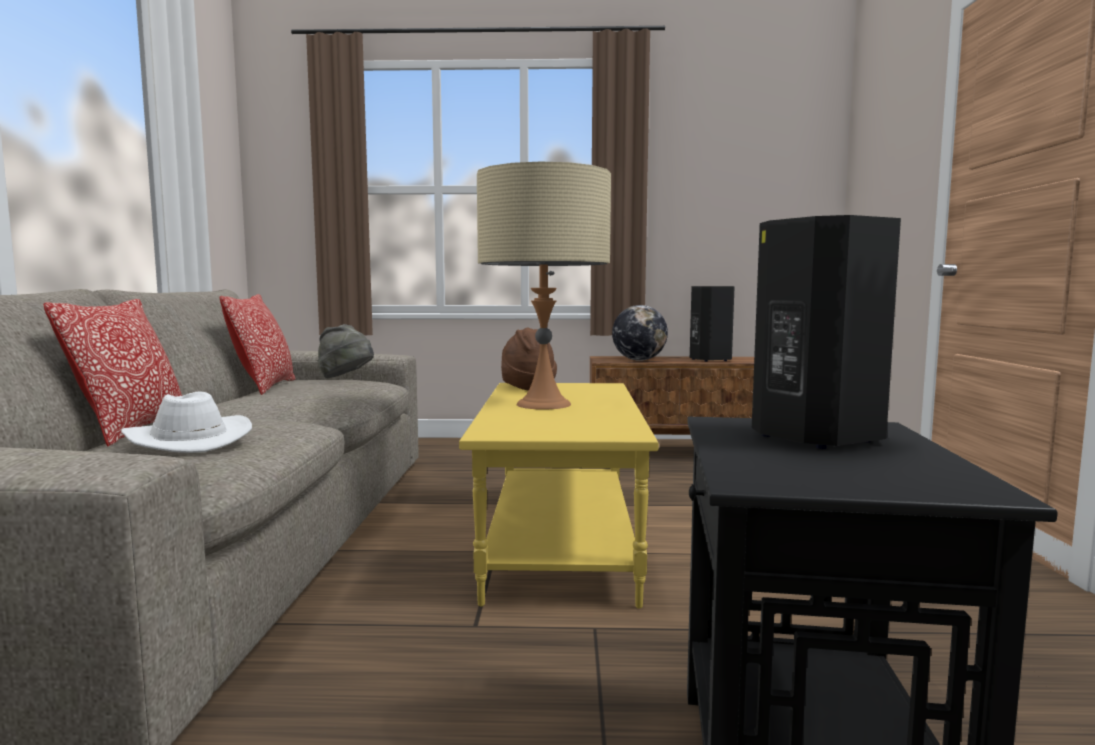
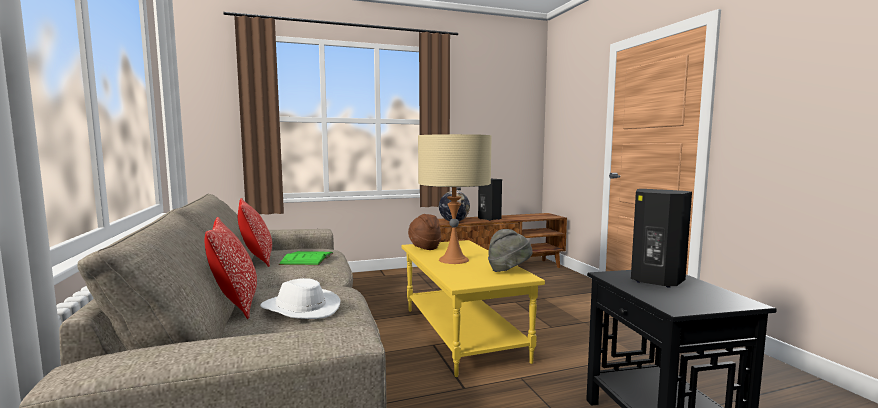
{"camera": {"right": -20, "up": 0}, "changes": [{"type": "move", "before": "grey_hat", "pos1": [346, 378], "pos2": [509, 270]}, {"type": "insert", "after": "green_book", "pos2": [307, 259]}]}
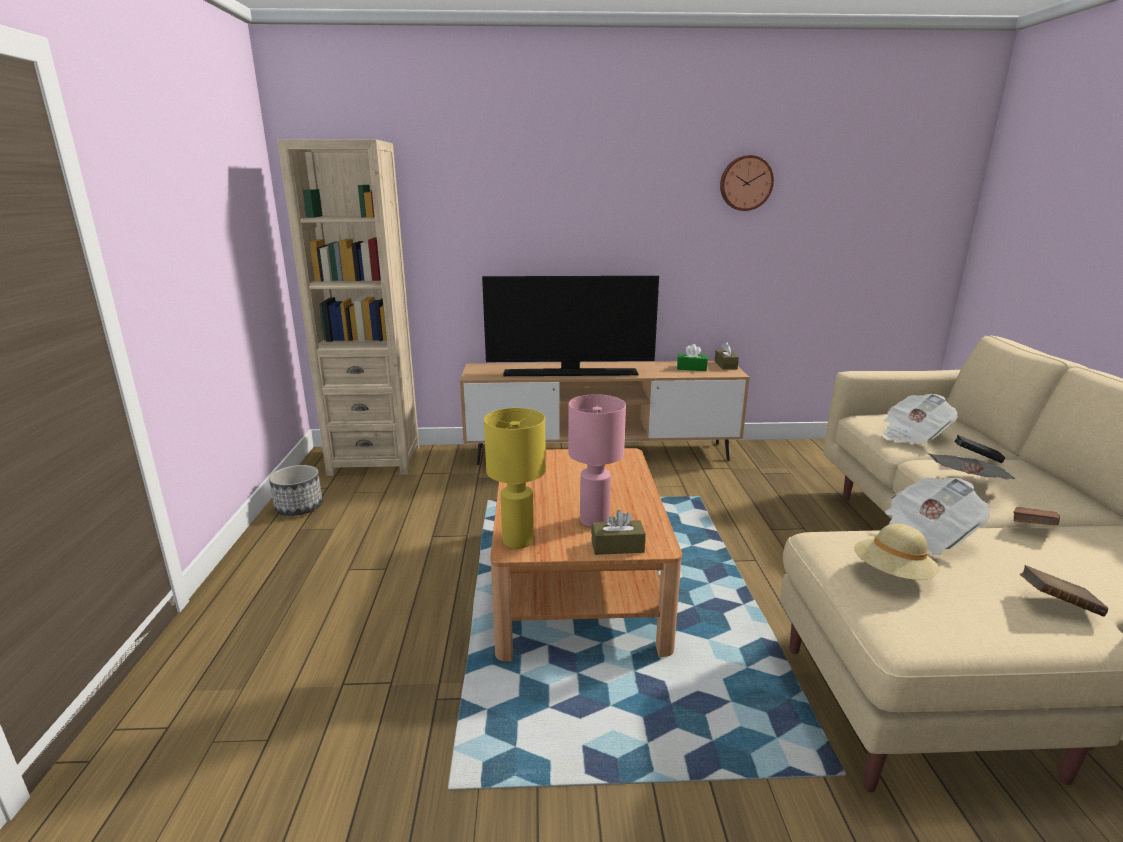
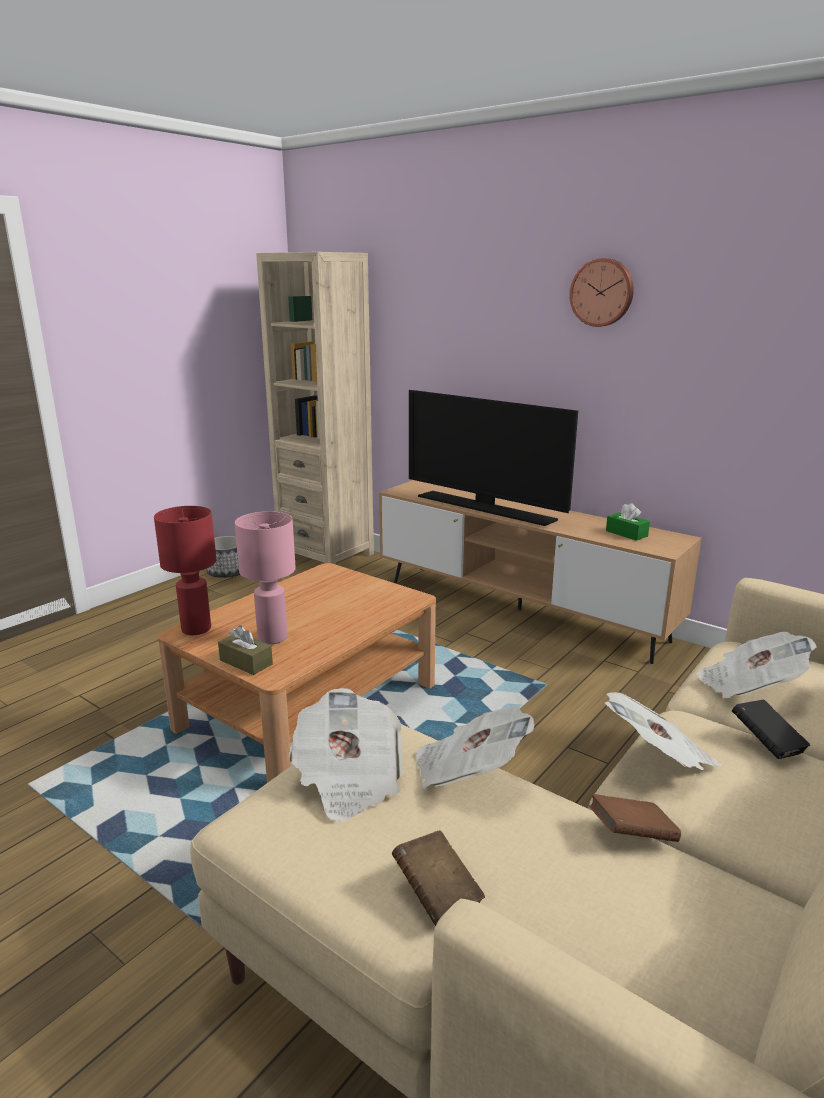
{"camera": {"right": 40, "up": 0}, "changes": [{"type": "move", "before": "clock_on_the_wall", "pos1": [745, 183], "pos2": [602, 292]}, {"type": "delete", "before": "brownish_tissue_holder", "pos1": [725, 365]}, {"type": "recolor", "before": "yellowish_tabletop_lamp", "after": "red_tabletop_lamp", "pos1": [518, 541], "pos2": [195, 629]}, {"type": "replace", "before": "beige-coloured_hat", "after": "newspaper", "pos1": [892, 575], "pos2": [348, 779]}]}
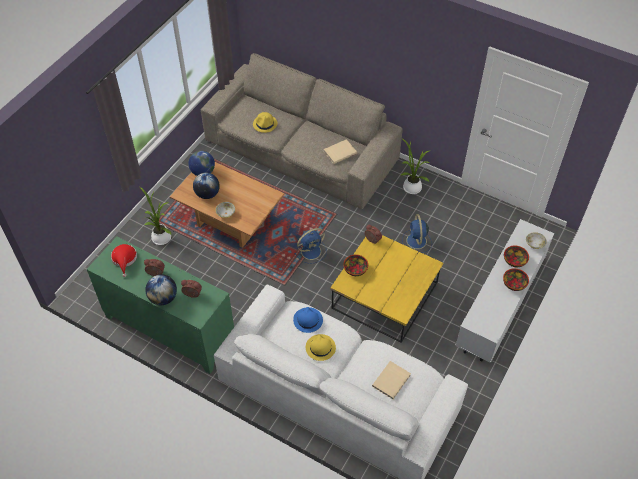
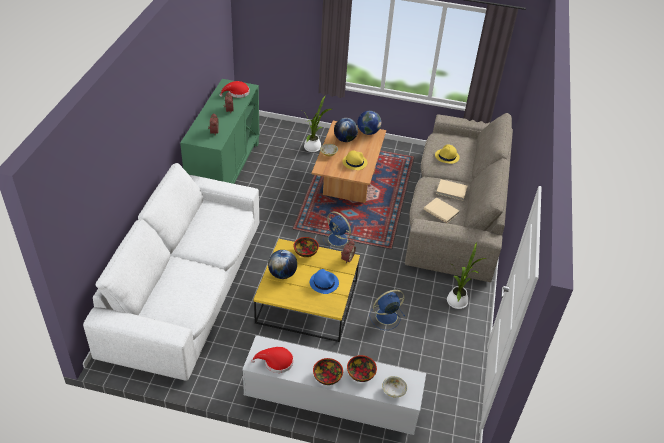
{"camera": {"right": 70, "up": -10}, "changes": [{"type": "move", "before": "world_globe", "pos1": [163, 298], "pos2": [282, 274]}, {"type": "move", "before": "blue_hat", "pos1": [307, 320], "pos2": [324, 282]}, {"type": "move", "before": "yellowish_hat", "pos1": [320, 348], "pos2": [354, 162]}, {"type": "move", "before": "beige-coloured_book", "pos1": [392, 381], "pos2": [451, 191]}, {"type": "insert", "after": "red_hat", "pos2": [276, 362]}]}
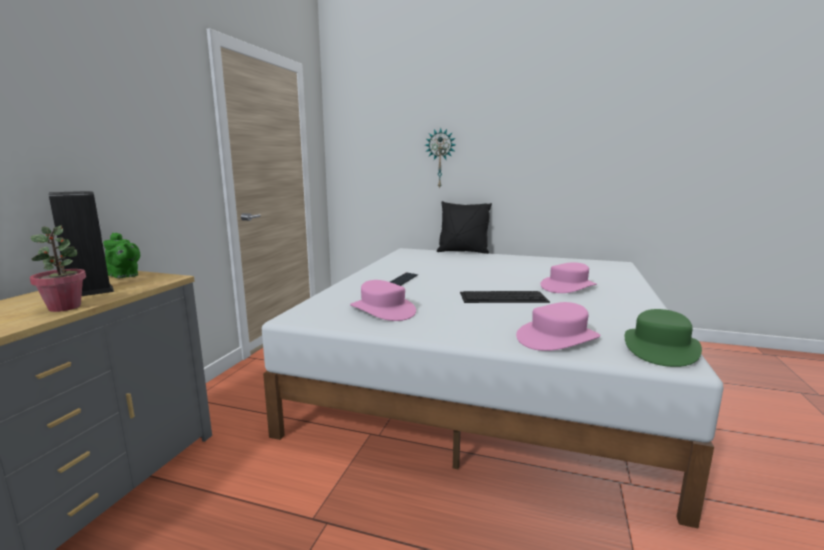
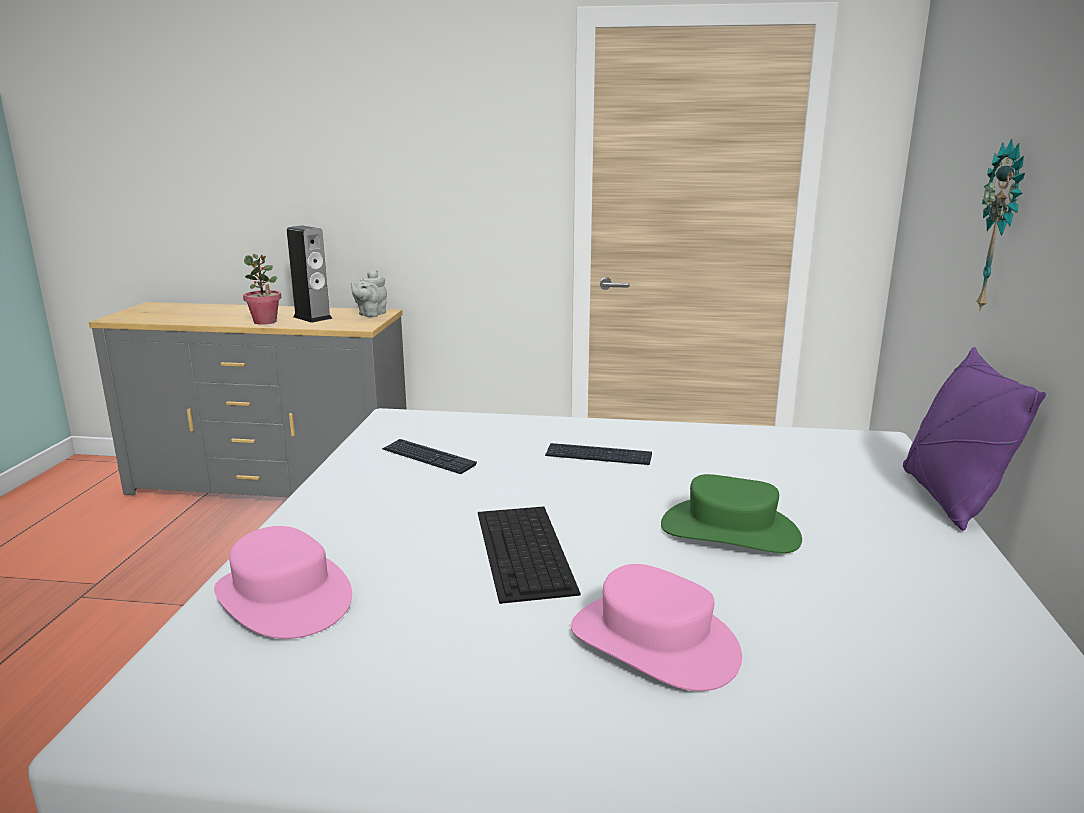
{"camera": {"right": 80, "up": 5}, "changes": [{"type": "recolor", "before": "black-coloured_pillow", "after": "purple-coloured_pillow", "pos1": [463, 252], "pos2": [949, 499]}, {"type": "recolor", "before": "green_tea_pot", "after": "grey_tea_pot", "pos1": [124, 276], "pos2": [371, 314]}, {"type": "replace", "before": "pink-coloured_hat", "after": "PC_keyboard", "pos1": [383, 310], "pos2": [428, 458]}, {"type": "move", "before": "green_hat", "pos1": [660, 348], "pos2": [730, 531]}]}
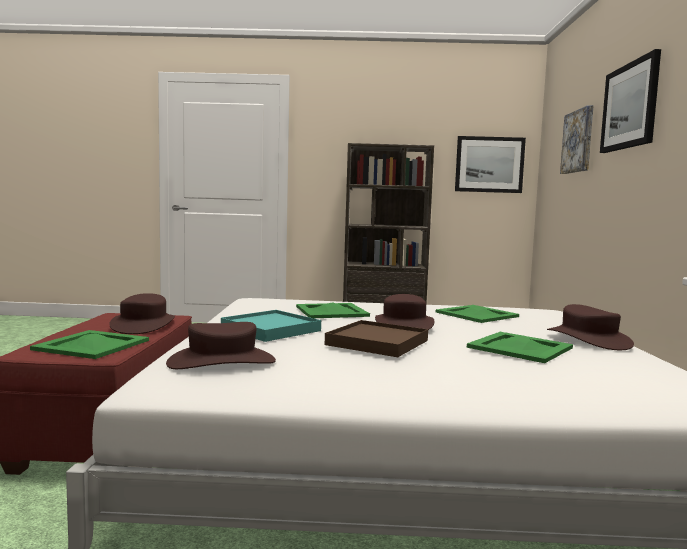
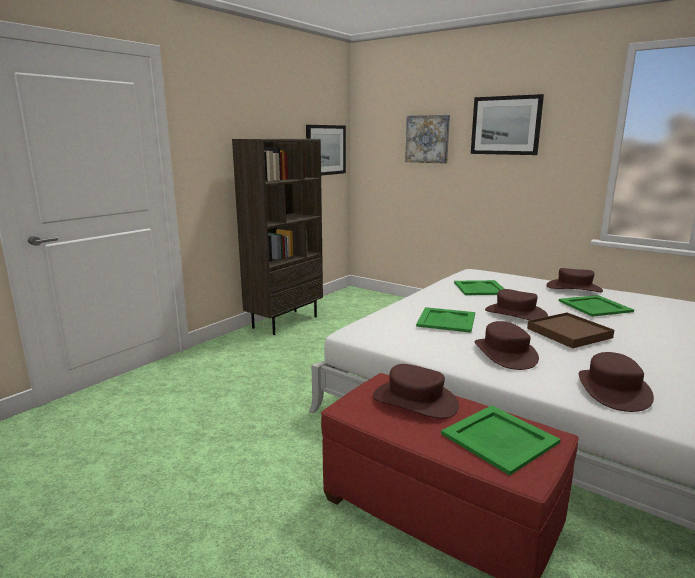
{"camera": {"right": -55, "up": 10}, "changes": [{"type": "replace", "before": "blue-green_serving_tray", "after": "brownish_hat", "pos1": [270, 330], "pos2": [505, 353]}]}
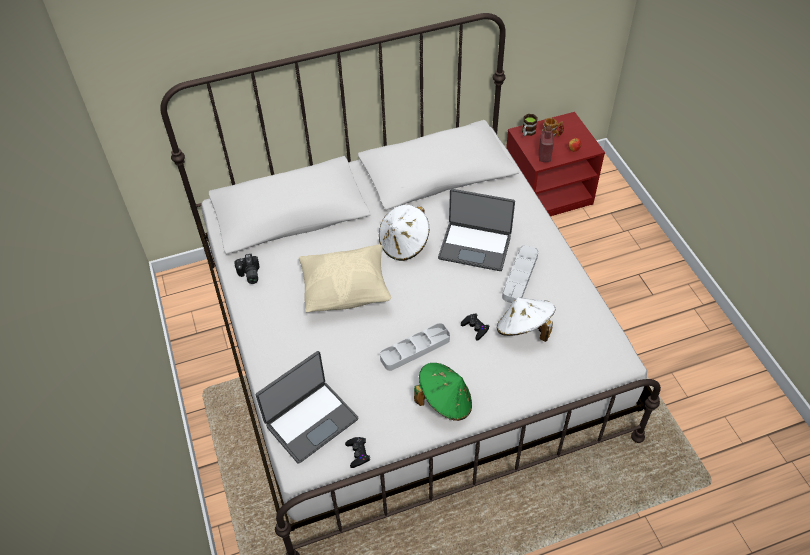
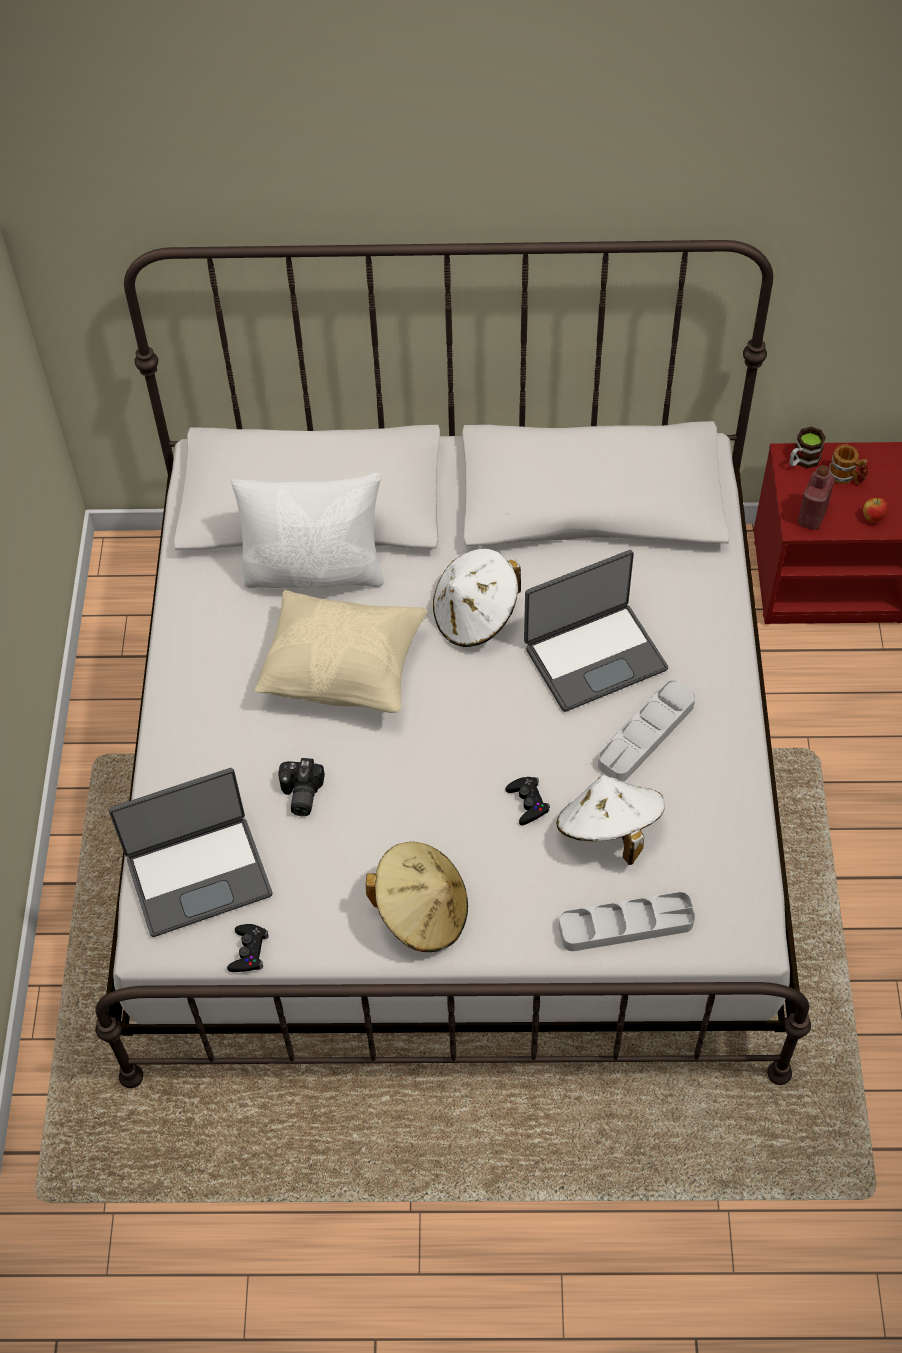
{"camera": {"right": 20, "up": 5}, "changes": [{"type": "rotate", "before": "notebook_computer", "pos1": [475, 246], "pos2": [594, 656], "turn": -60}, {"type": "move", "before": "photo_camera", "pos1": [249, 275], "pos2": [299, 795]}, {"type": "move", "before": "grey_serving_tray", "pos1": [415, 349], "pos2": [626, 925]}, {"type": "recolor", "before": "green_hat", "after": "beige-coloured_hat", "pos1": [444, 401], "pos2": [422, 911]}, {"type": "insert", "after": "white_pillow", "pos2": [315, 570]}]}
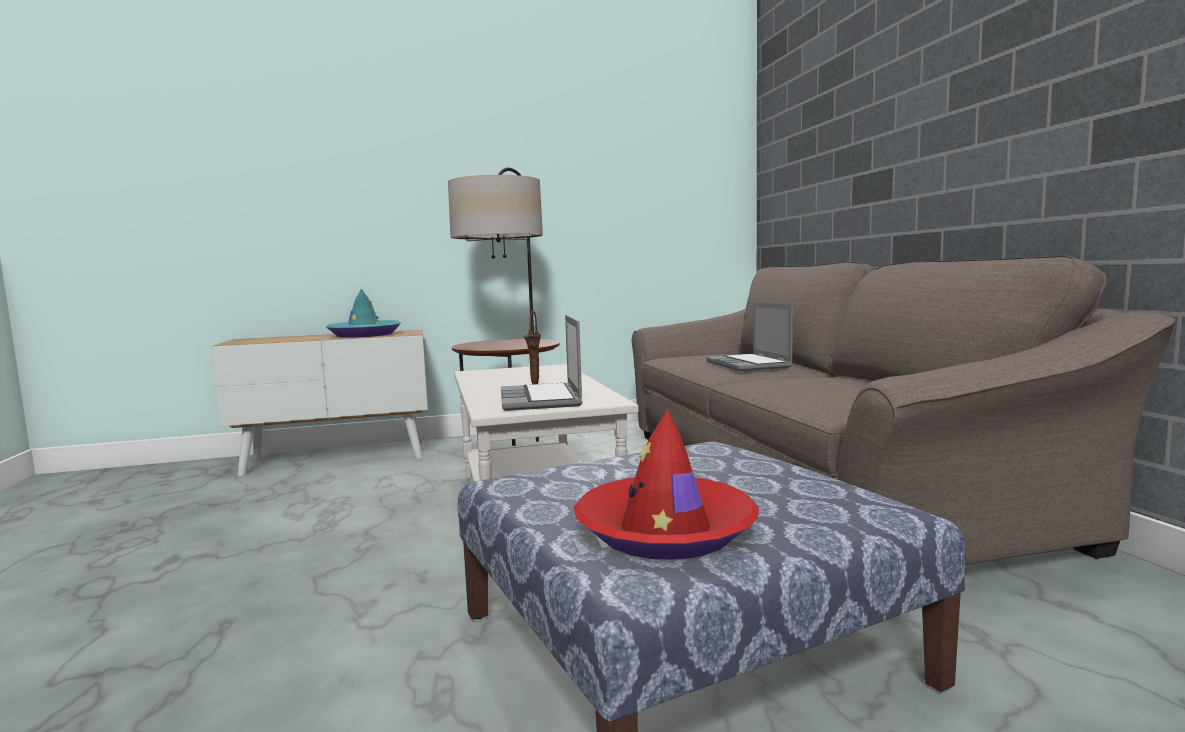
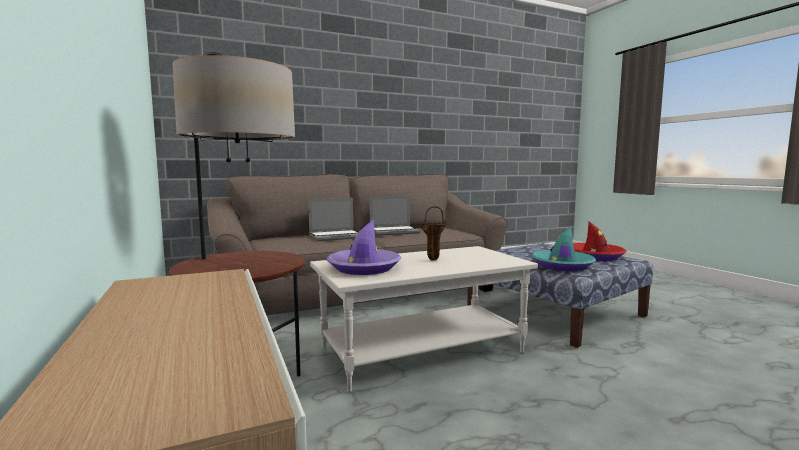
{"camera": {"right": -100, "up": 0}, "changes": [{"type": "move", "before": "blue-green_hat", "pos1": [364, 335], "pos2": [562, 265]}, {"type": "move", "before": "notebook_computer", "pos1": [541, 399], "pos2": [395, 232]}, {"type": "insert", "after": "purple-coloured_hat", "pos2": [364, 268]}]}
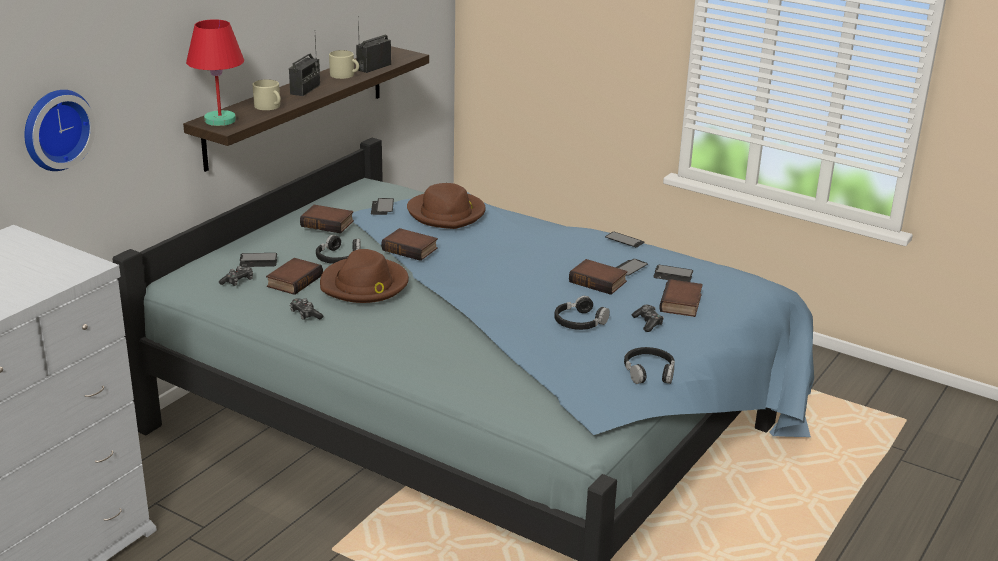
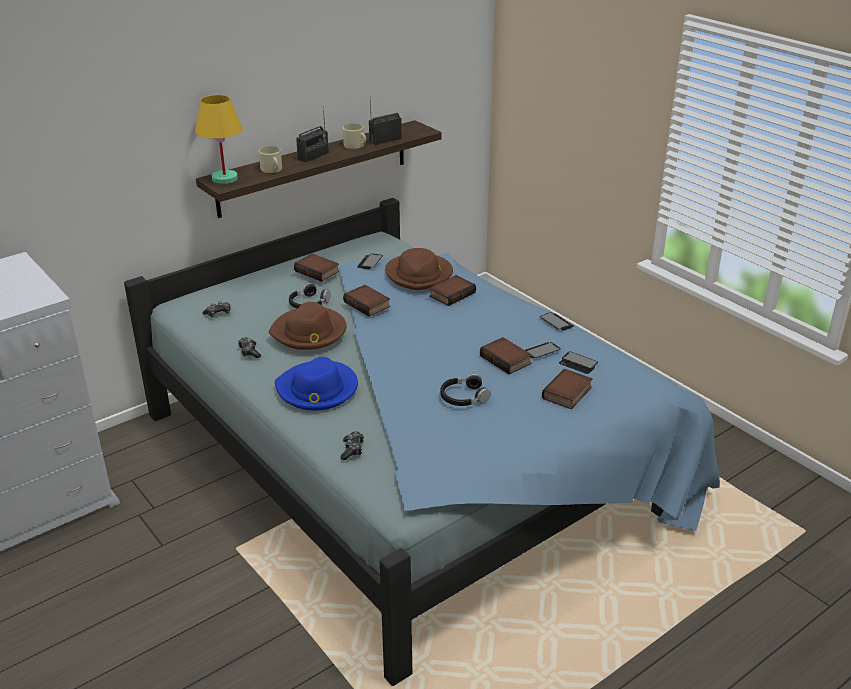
{"camera": {"right": 20, "up": 5}, "changes": [{"type": "recolor", "before": "red_tabletop_lamp", "after": "yellowish_tabletop_lamp", "pos1": [219, 120], "pos2": [224, 178]}, {"type": "delete", "before": "clock_on_the_wall", "pos1": [54, 128]}, {"type": "delete", "before": "telephone", "pos1": [258, 261]}, {"type": "move", "before": "book", "pos1": [294, 280], "pos2": [452, 294]}, {"type": "move", "before": "gamepad", "pos1": [648, 323], "pos2": [352, 449]}, {"type": "delete", "before": "black-coloured_headphones", "pos1": [649, 372]}, {"type": "insert", "after": "blue_hat", "pos2": [317, 389]}]}
